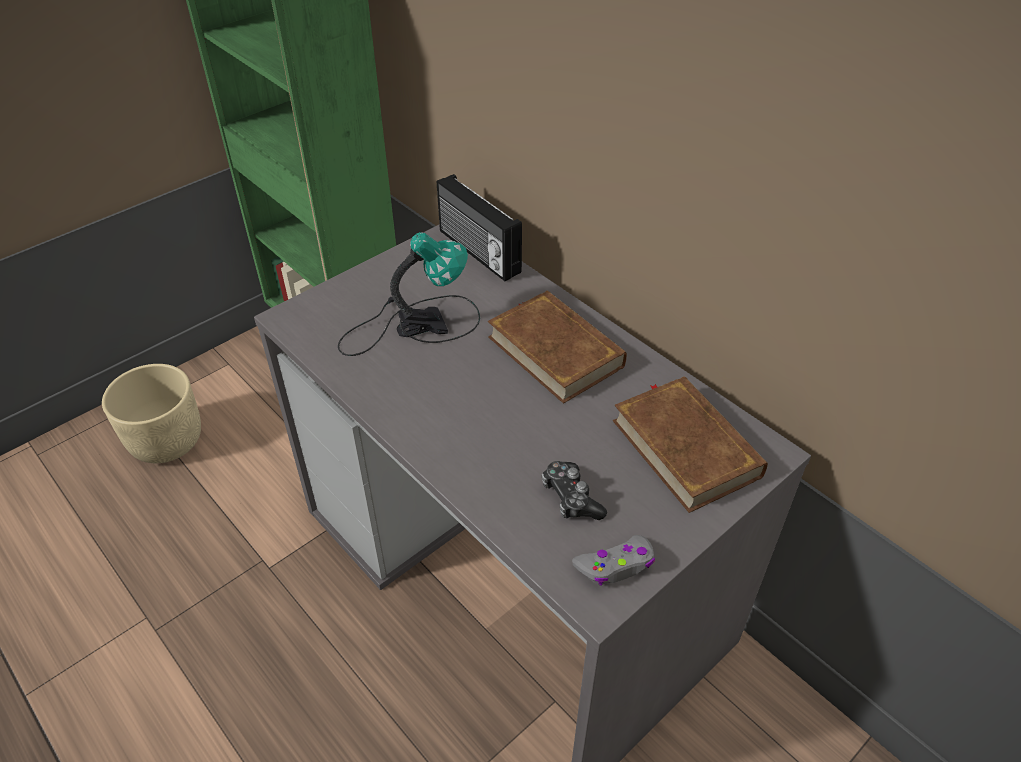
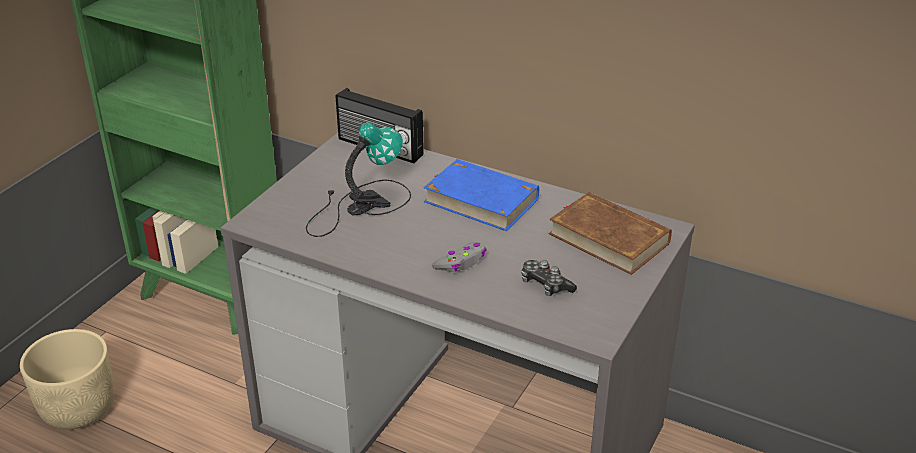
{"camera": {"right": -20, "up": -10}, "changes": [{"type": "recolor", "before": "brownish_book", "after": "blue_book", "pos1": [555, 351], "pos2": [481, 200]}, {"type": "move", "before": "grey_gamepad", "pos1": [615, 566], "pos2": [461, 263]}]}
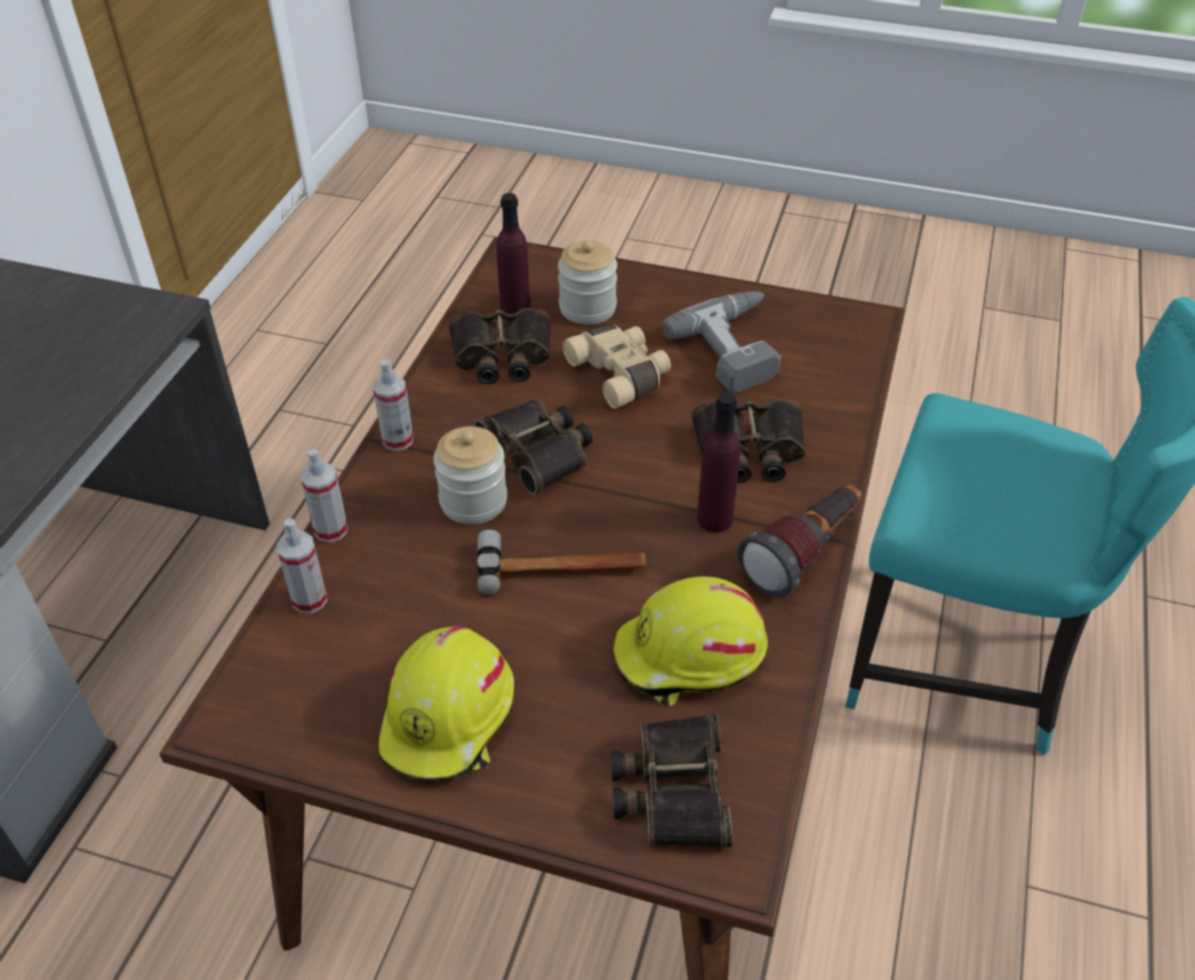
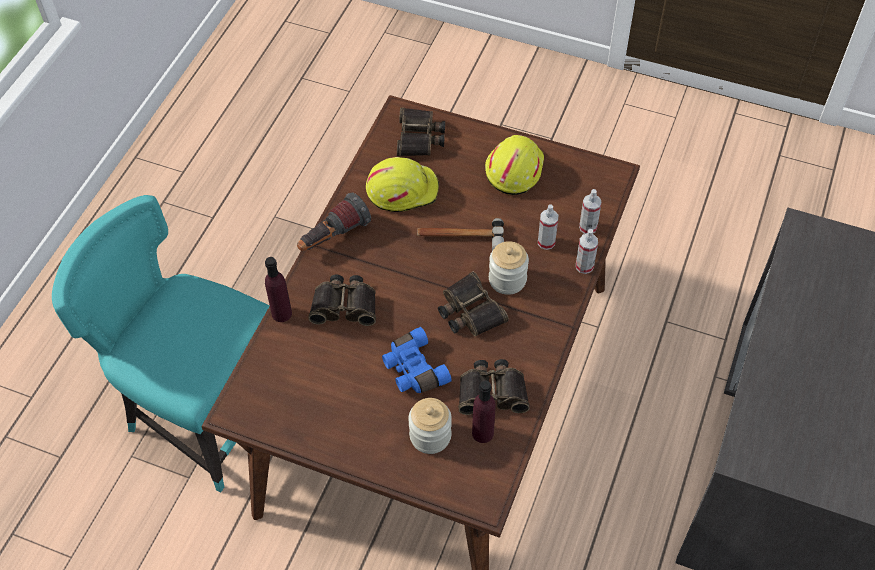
{"camera": {"right": -175, "up": 10}, "changes": [{"type": "delete", "before": "drill", "pos1": [738, 348]}, {"type": "recolor", "before": "beige-coloured_pair_of_binoculars", "after": "blue_pair_of_binoculars", "pos1": [621, 374], "pos2": [413, 369]}, {"type": "move", "before": "hand_sprayer", "pos1": [398, 440], "pos2": [546, 242]}, {"type": "move", "before": "purple-coloured_bottle", "pos1": [714, 519], "pos2": [281, 313]}]}
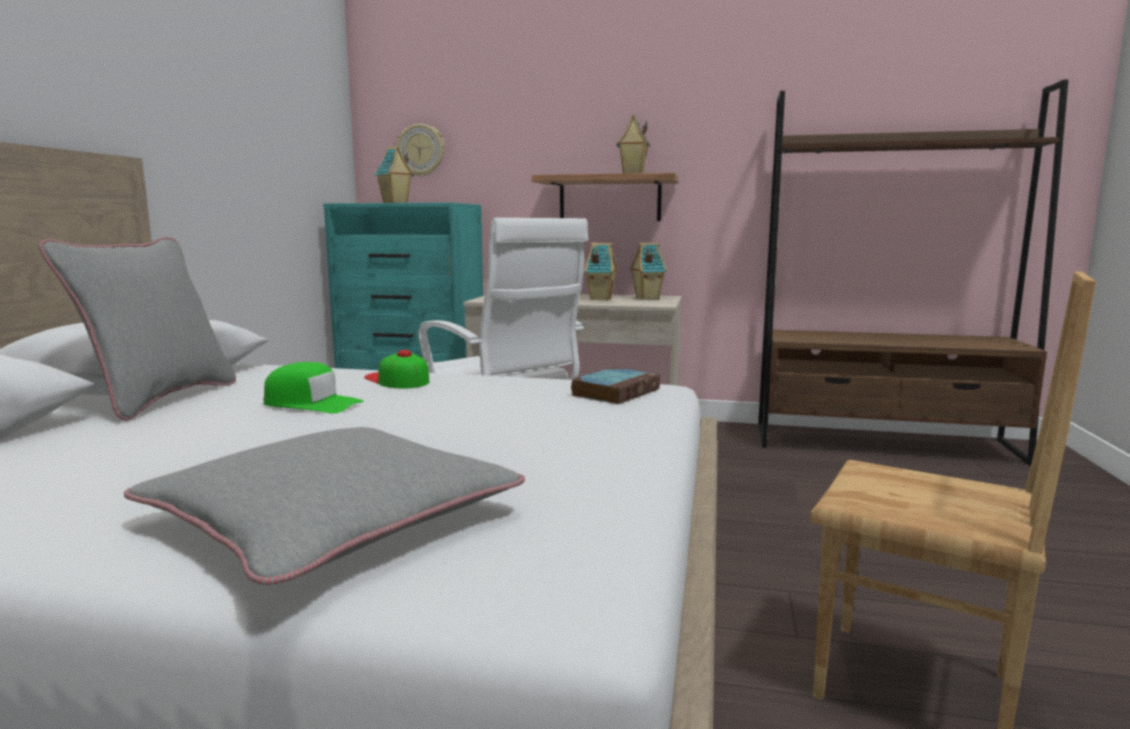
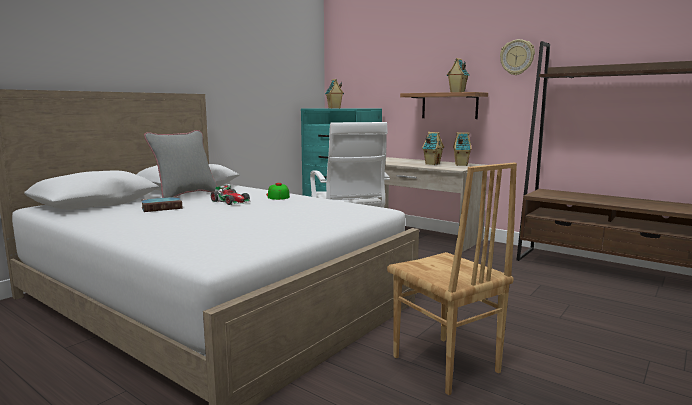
{"camera": {"right": 25, "up": 0}, "changes": [{"type": "move", "before": "clock_on_the_wall", "pos1": [421, 150], "pos2": [517, 57]}, {"type": "replace", "before": "green_peaked_cap", "after": "model_car", "pos1": [312, 404], "pos2": [231, 201]}, {"type": "move", "before": "book", "pos1": [616, 392], "pos2": [162, 207]}, {"type": "delete", "before": "grey_pillow", "pos1": [332, 519]}]}
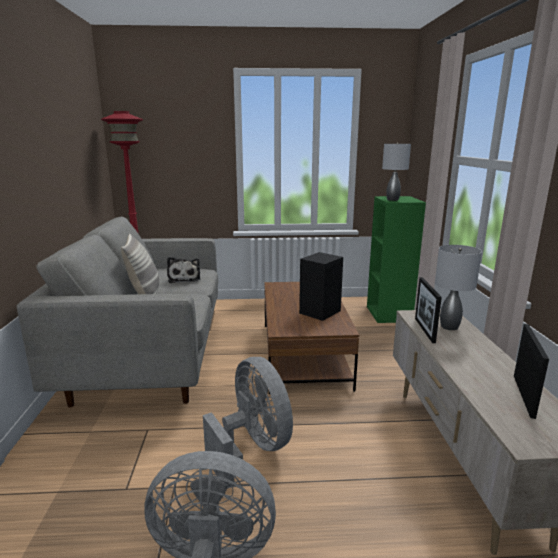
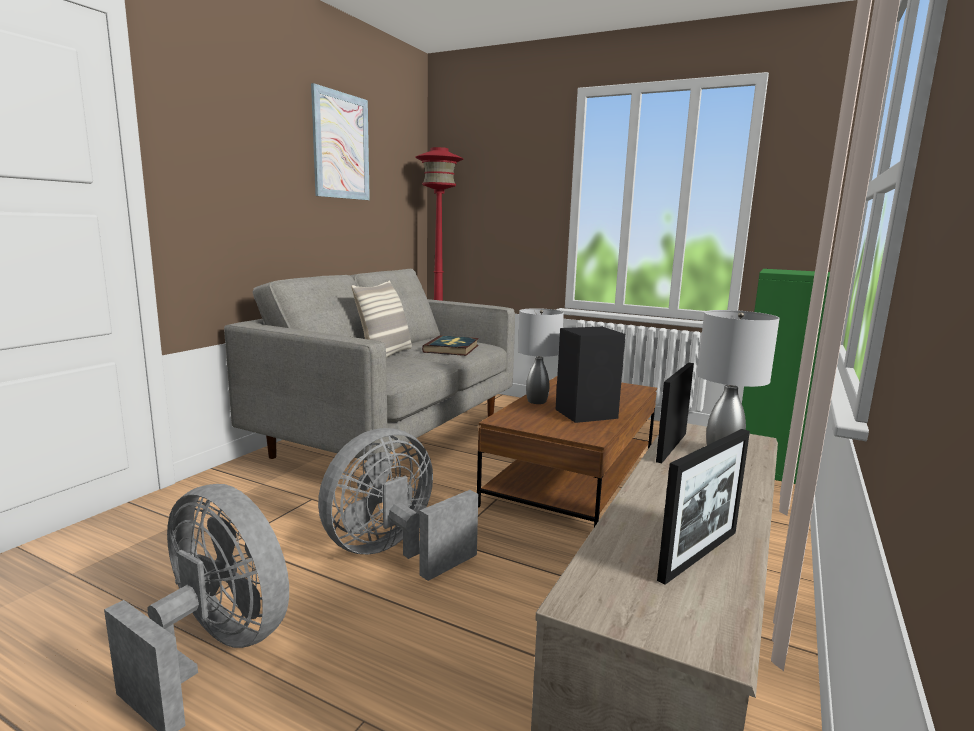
{"camera": {"right": 30, "up": -5}, "changes": [{"type": "move", "before": "grey_tabletop_lamp", "pos1": [392, 199], "pos2": [536, 401]}, {"type": "replace", "before": "soft_toy", "after": "book", "pos1": [184, 278], "pos2": [452, 348]}, {"type": "rotate", "before": "grey_cooling_fan", "pos1": [253, 447], "pos2": [394, 552], "turn": -135}, {"type": "insert", "after": "picture", "pos2": [341, 146]}]}
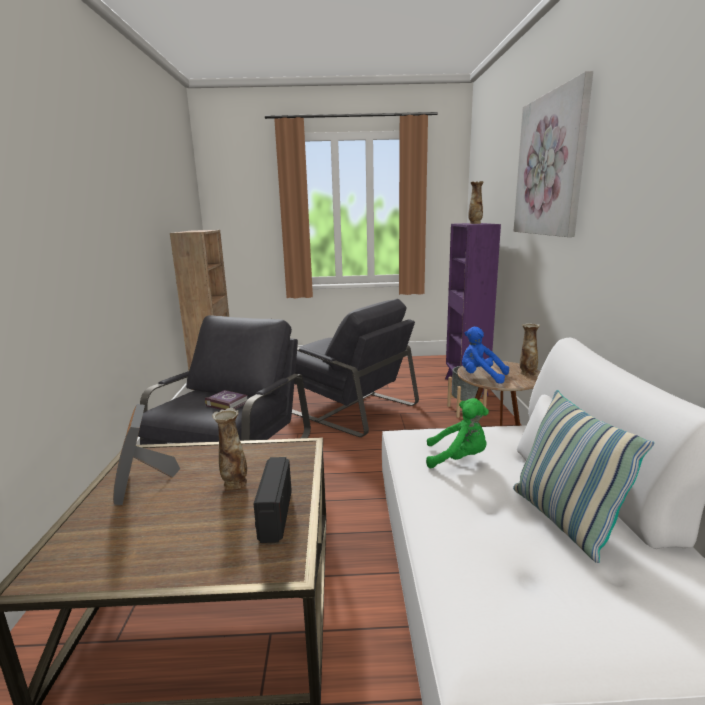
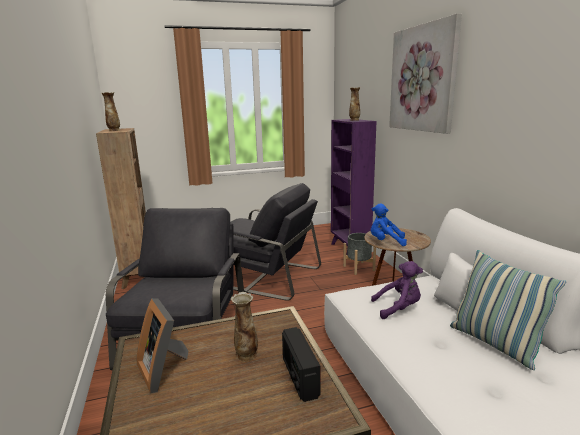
{"camera": {"right": -15, "up": 0}, "changes": [{"type": "move", "before": "flower_vase", "pos1": [527, 373], "pos2": [114, 131]}, {"type": "delete", "before": "book", "pos1": [227, 403]}, {"type": "recolor", "before": "green_soft_toy", "after": "purple-coloured_soft_toy", "pos1": [458, 459], "pos2": [398, 308]}]}
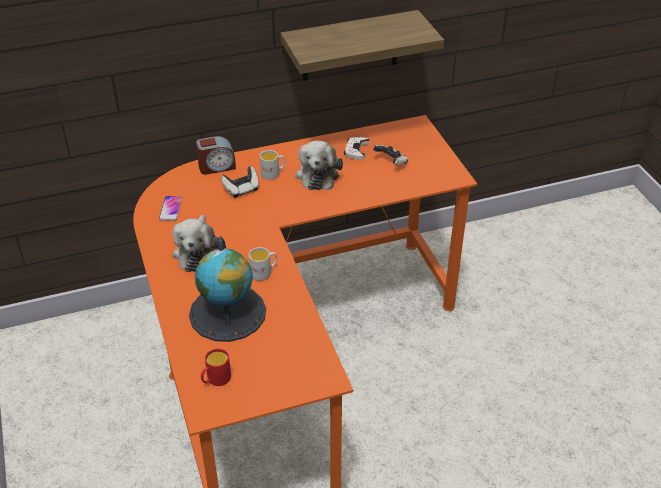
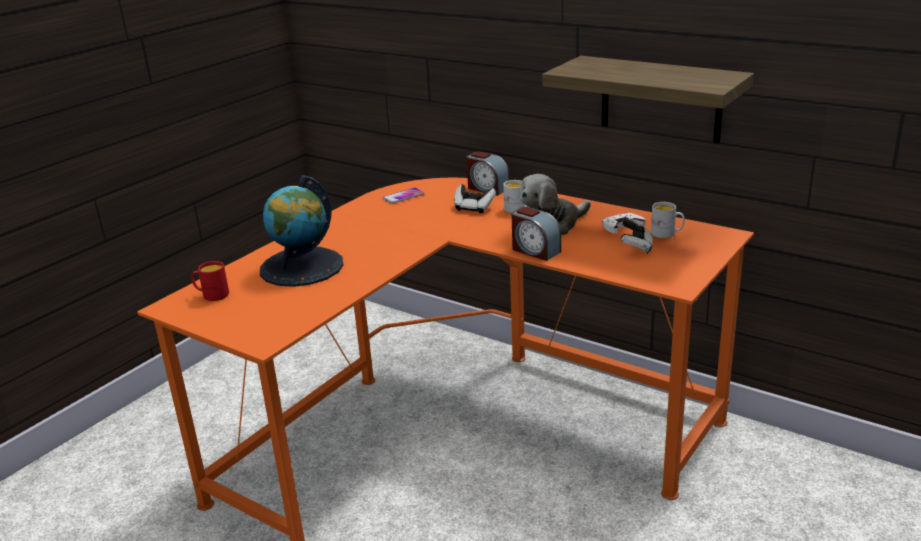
{"camera": {"right": 55, "up": -15}, "changes": [{"type": "delete", "before": "soft_toy", "pos1": [198, 252]}, {"type": "move", "before": "white_tea_mug", "pos1": [264, 272], "pos2": [667, 234]}, {"type": "insert", "after": "bedside_clock", "pos2": [535, 250]}]}
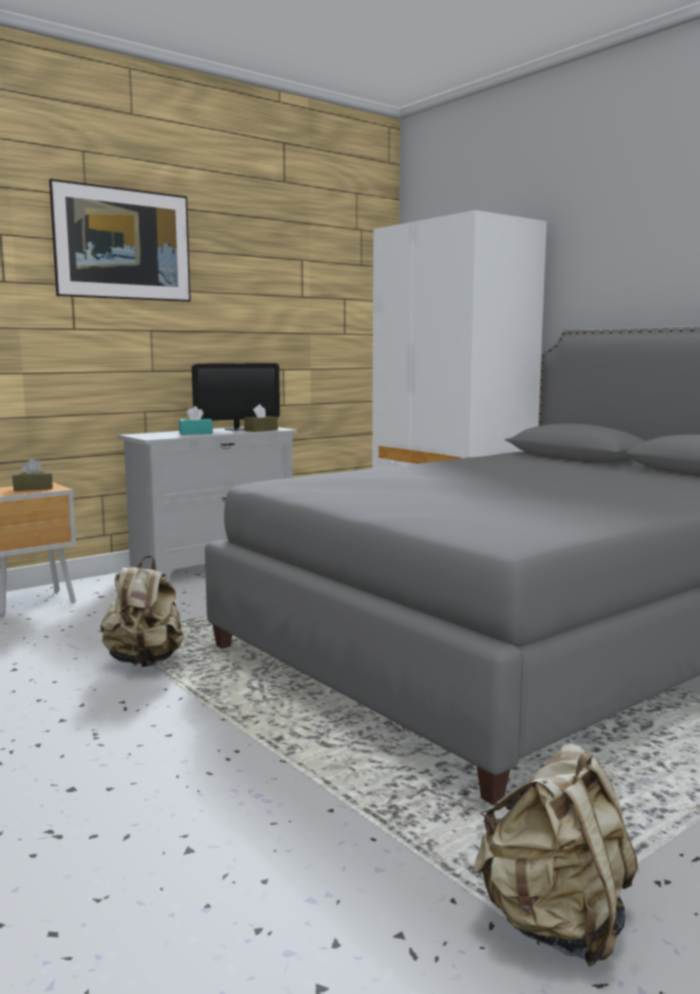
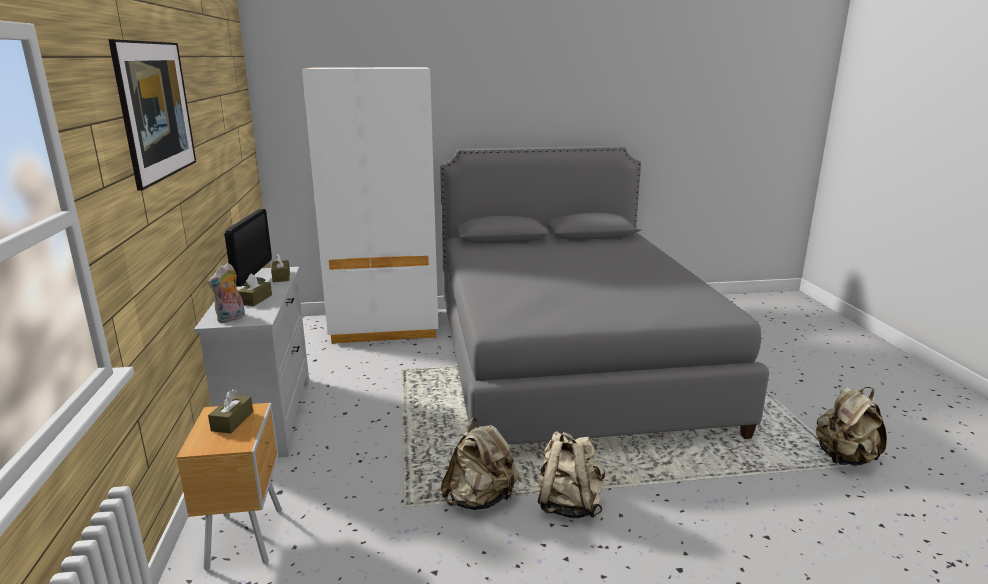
{"camera": {"right": -60, "up": 10}, "changes": [{"type": "recolor", "before": "blue-green_tissue_holder", "after": "brownish_tissue_holder", "pos1": [196, 433], "pos2": [255, 300]}, {"type": "insert", "after": "soft_toy", "pos2": [231, 319]}, {"type": "insert", "after": "beige-coloured_rucksack", "pos2": [569, 504]}]}
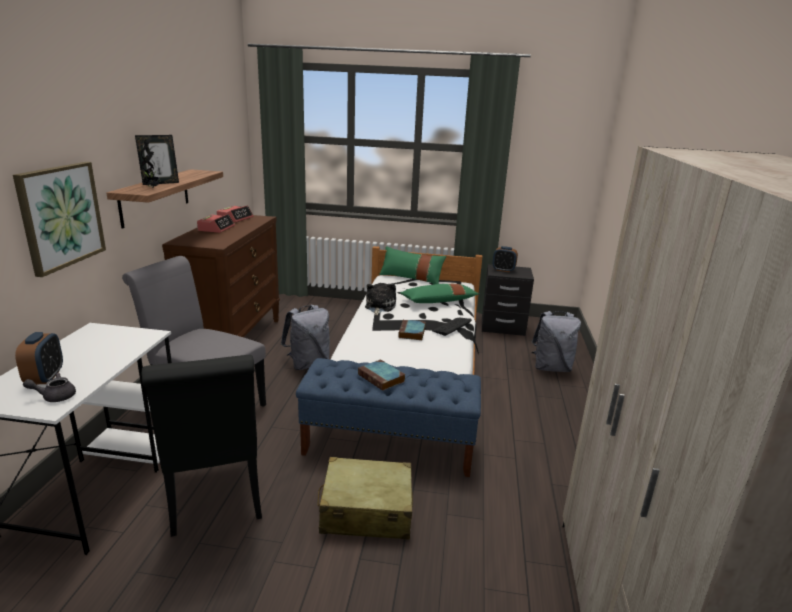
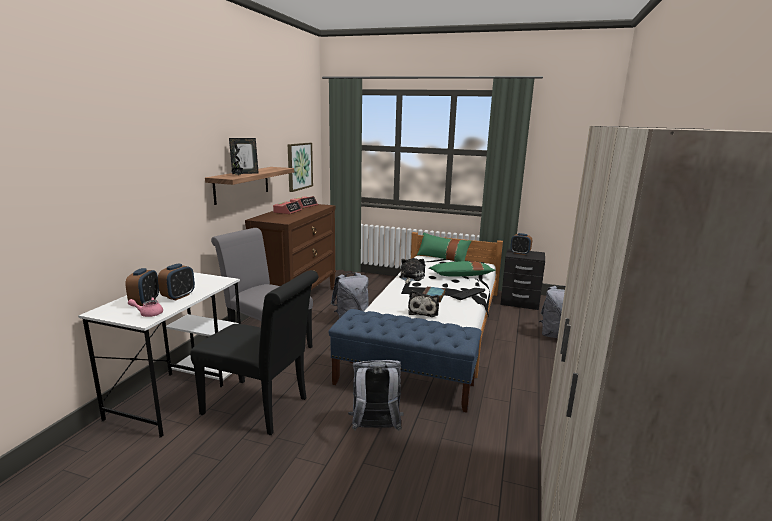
{"camera": {"right": 10, "up": -5}, "changes": [{"type": "move", "before": "picture", "pos1": [61, 216], "pos2": [299, 166]}, {"type": "rotate", "before": "black-coloured_chair", "pos1": [216, 497], "pos2": [261, 408], "turn": -60}, {"type": "delete", "before": "book", "pos1": [382, 378]}, {"type": "recolor", "before": "grey_tea_pot", "after": "pink-coloured_tea_pot", "pos1": [55, 396], "pos2": [148, 313]}, {"type": "replace", "before": "beige-coloured_piece_of_luggage", "after": "grey_rucksack", "pos1": [366, 511], "pos2": [375, 429]}, {"type": "insert", "after": "bedside_clock", "pos2": [178, 296]}, {"type": "insert", "after": "soft_toy", "pos2": [423, 311]}]}
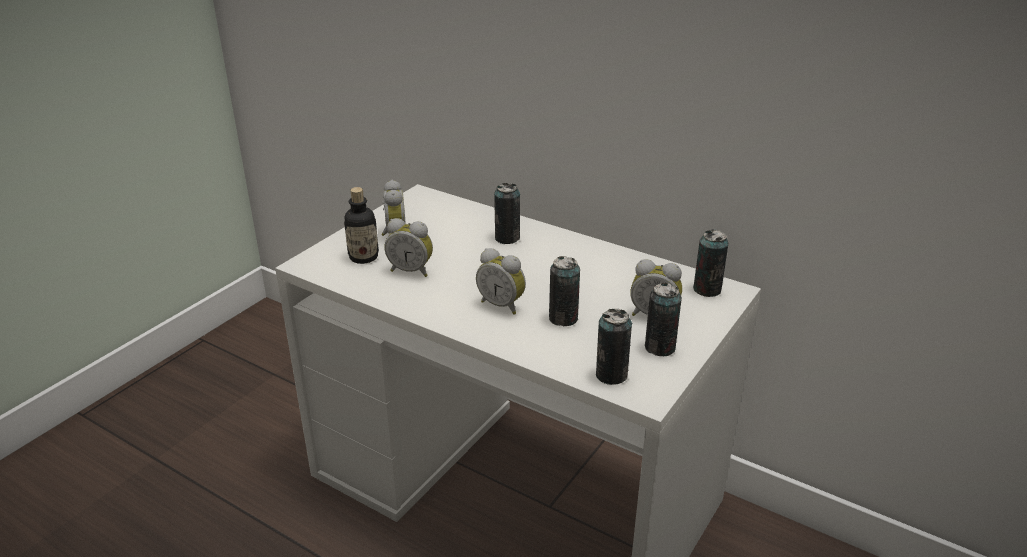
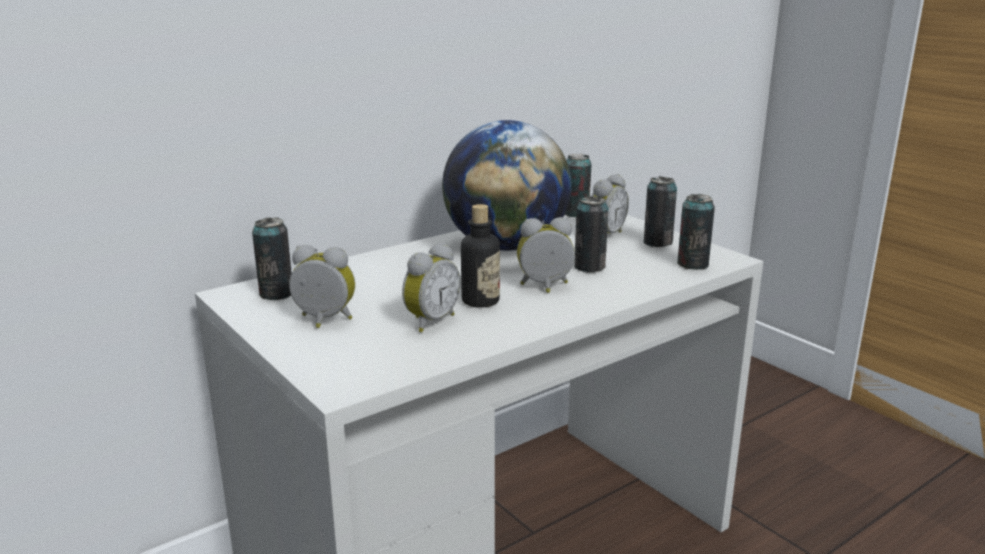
{"camera": {"right": -70, "up": -10}, "changes": [{"type": "move", "before": "metal_can", "pos1": [507, 238], "pos2": [276, 294]}, {"type": "move", "before": "bottle", "pos1": [363, 257], "pos2": [480, 301]}, {"type": "rotate", "before": "bedside_clock", "pos1": [502, 305], "pos2": [545, 287], "turn": -150}, {"type": "insert", "after": "world_globe", "pos2": [506, 246]}]}
